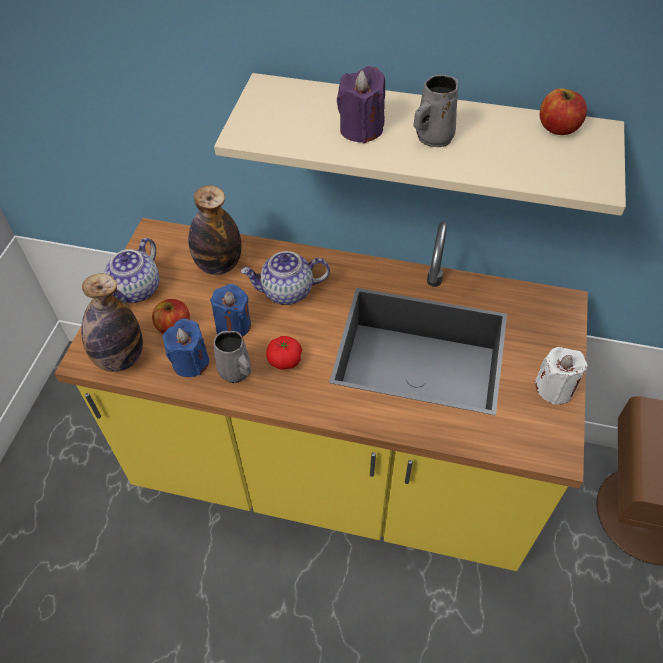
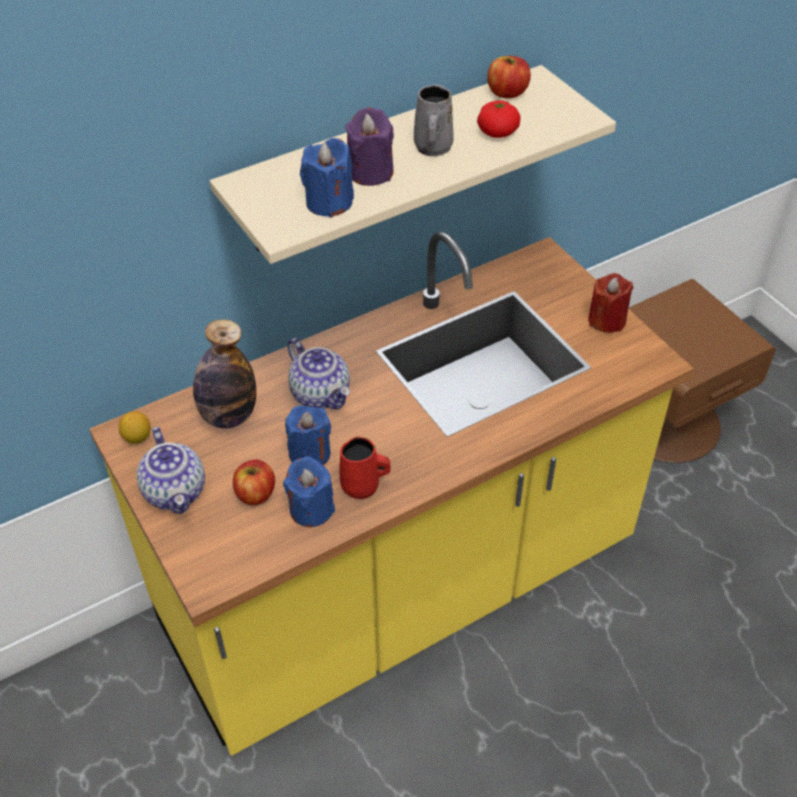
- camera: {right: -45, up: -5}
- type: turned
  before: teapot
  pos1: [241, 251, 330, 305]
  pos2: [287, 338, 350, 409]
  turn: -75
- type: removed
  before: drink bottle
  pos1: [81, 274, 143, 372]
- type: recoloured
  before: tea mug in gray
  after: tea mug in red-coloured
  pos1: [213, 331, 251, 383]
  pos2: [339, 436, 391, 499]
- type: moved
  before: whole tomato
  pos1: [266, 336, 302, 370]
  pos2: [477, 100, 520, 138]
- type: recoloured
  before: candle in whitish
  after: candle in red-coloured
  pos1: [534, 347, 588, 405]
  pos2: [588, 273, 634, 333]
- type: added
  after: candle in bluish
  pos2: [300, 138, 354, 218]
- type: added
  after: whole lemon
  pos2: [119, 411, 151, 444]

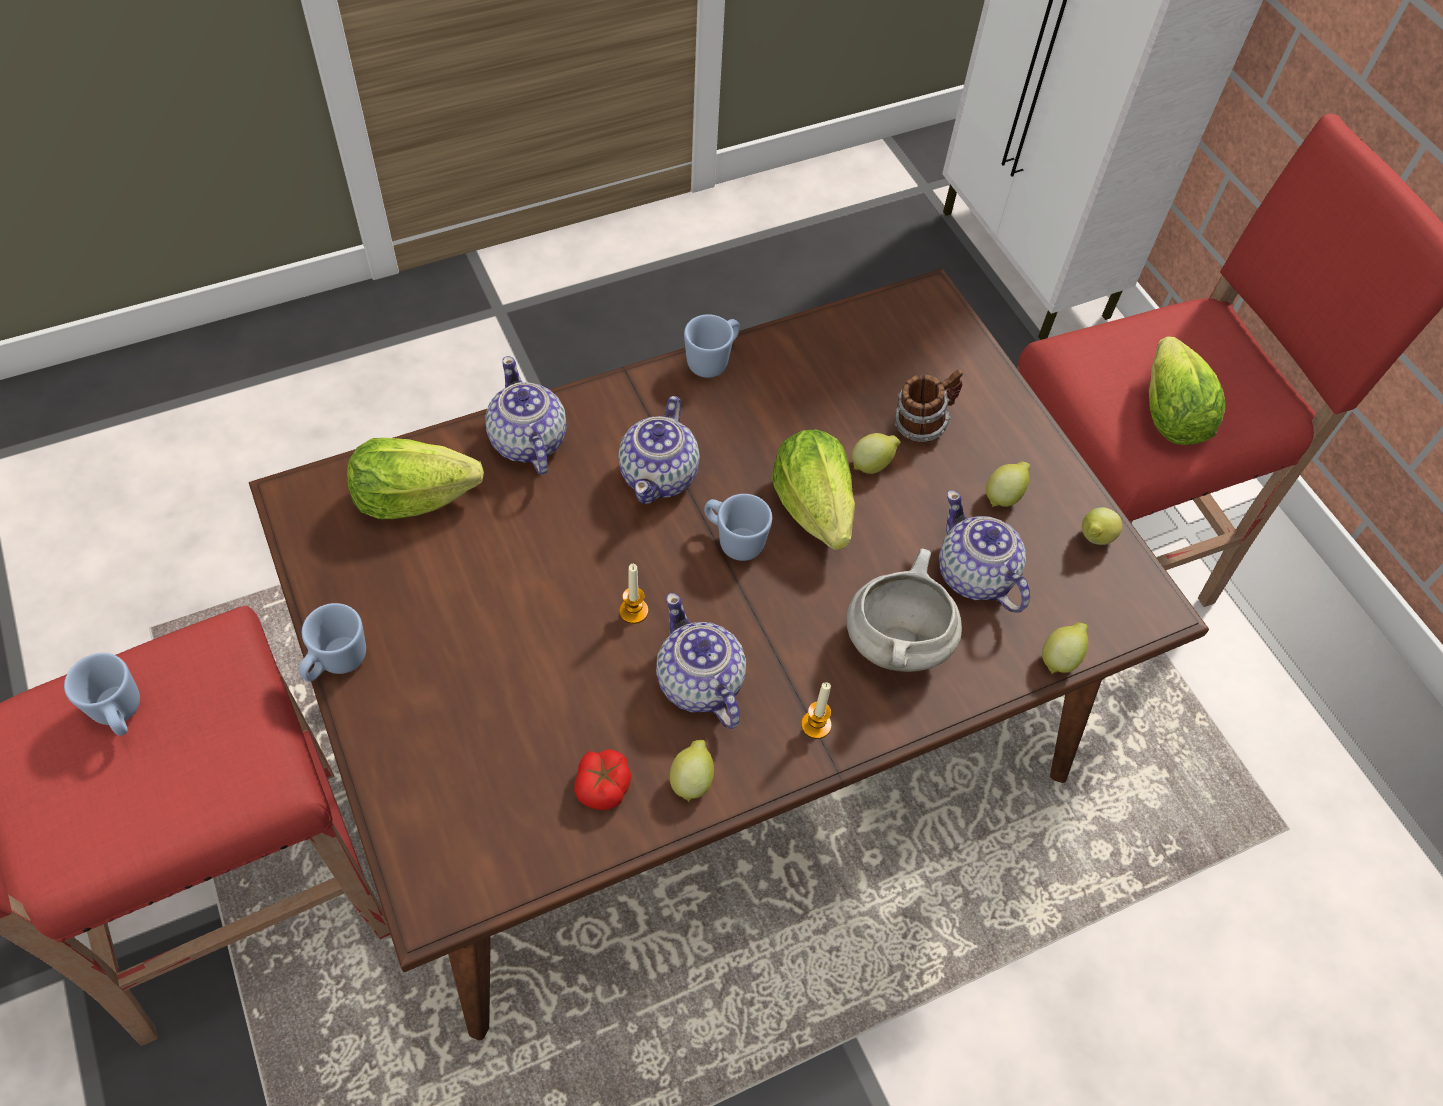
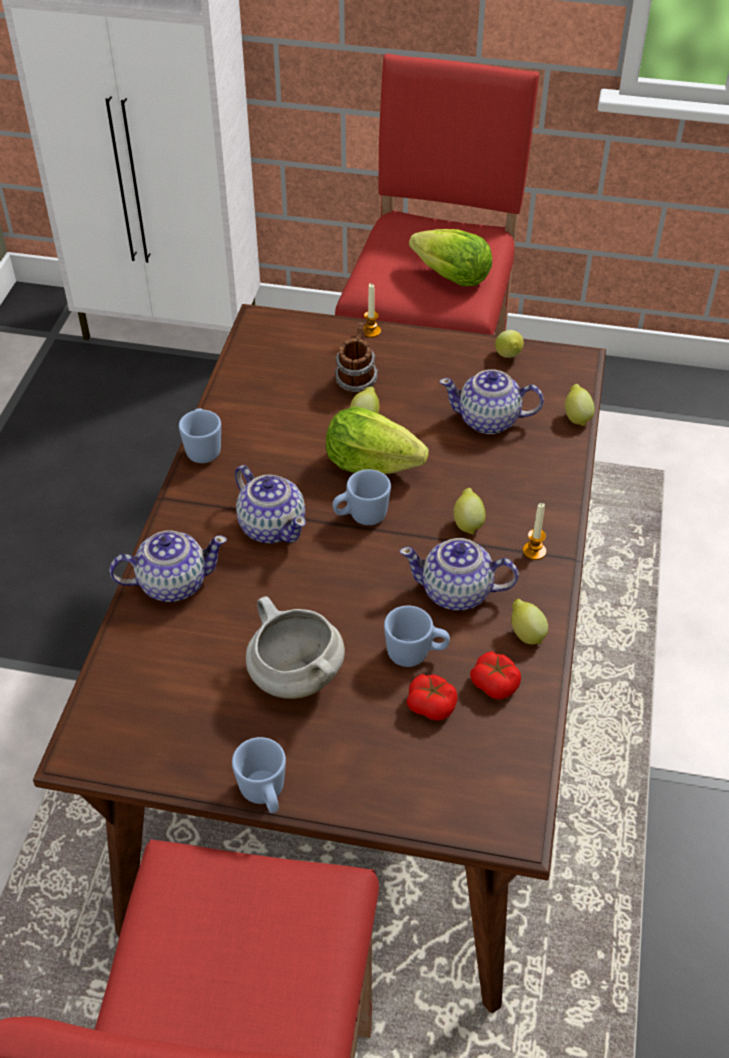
- camera: {right: -50, up: -10}
- type: turned
  before: teapot
  pos1: [485, 356, 567, 475]
  pos2: [109, 530, 227, 602]
  turn: 150
- type: removed
  before: head of lettuce
  pos1: [347, 438, 484, 519]
- type: moved
  before: whole lemon
  pos1: [986, 461, 1030, 507]
  pos2: [453, 488, 485, 535]
- type: moved
  before: saucepot in whitish
  pos1: [847, 548, 962, 672]
  pos2: [246, 597, 345, 699]
- type: moved
  before: candle
  pos1: [619, 564, 648, 624]
  pos2: [363, 283, 381, 338]
- type: moved
  before: tea mug in bluish
  pos1: [64, 653, 140, 736]
  pos2: [384, 606, 450, 667]
- type: added
  after: whole tomato
  pos2: [406, 674, 458, 721]

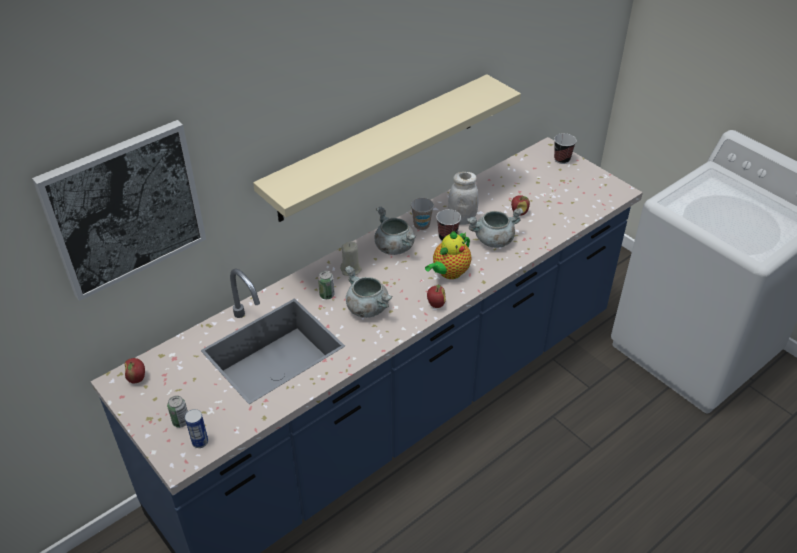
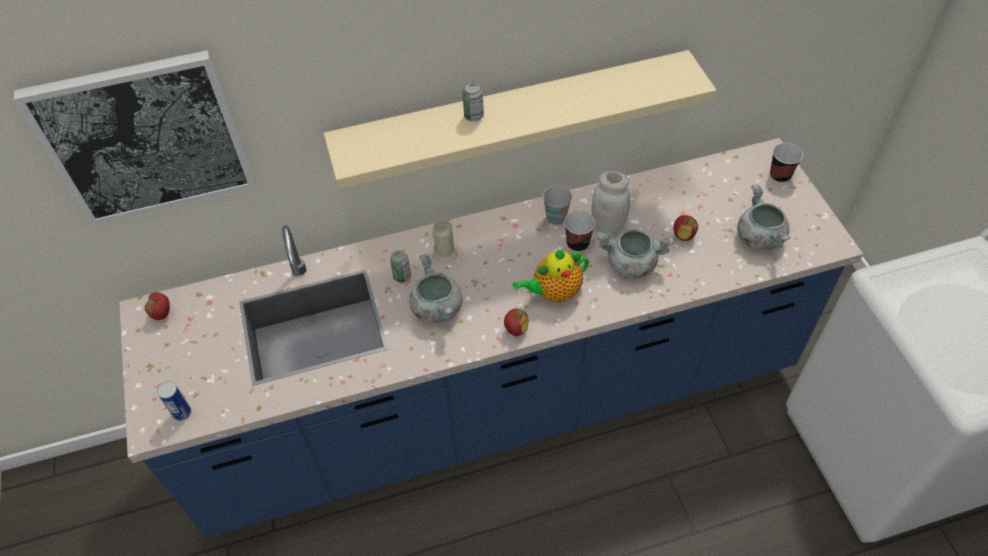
- camera: {right: 25, up: 10}
- type: moved
  before: saucepot in gray
  pos1: [374, 206, 416, 255]
  pos2: [737, 185, 791, 250]
- type: moved
  before: metal can
  pos1: [167, 396, 188, 428]
  pos2: [462, 82, 484, 122]

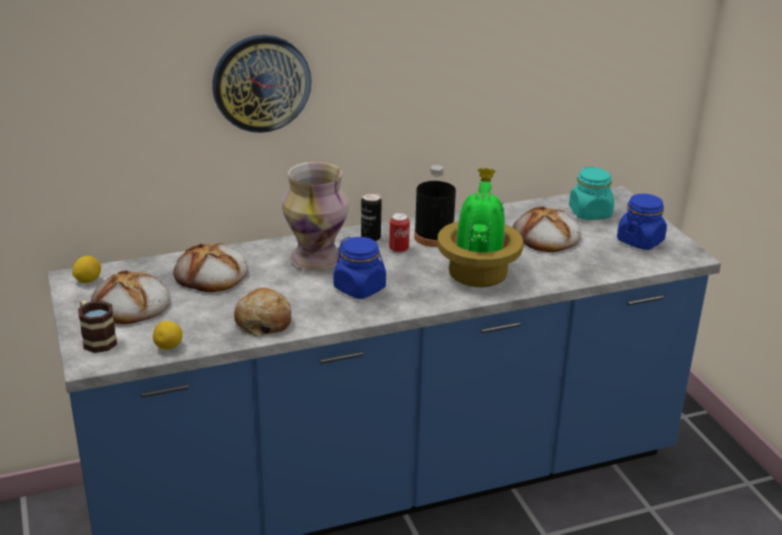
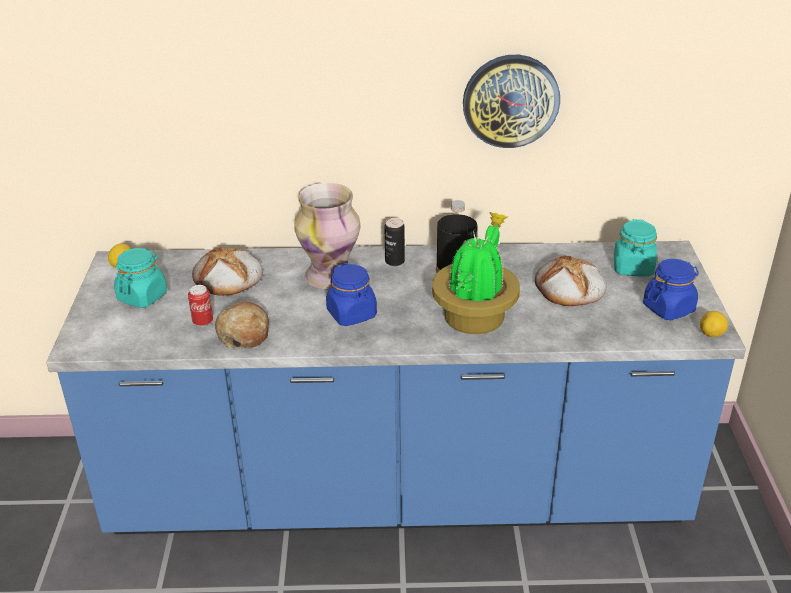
- camera: {right: 20, up: 5}
- type: moved
  before: hanging clock
  pos1: [212, 35, 311, 133]
  pos2: [463, 55, 560, 148]
- type: moved
  before: metal can
  pos1: [389, 213, 410, 253]
  pos2: [188, 285, 213, 327]
- type: replaced
  before: bread
  after: preserve jar in blue-green
  pos1: [91, 270, 170, 324]
  pos2: [114, 248, 167, 308]
- type: removed
  before: tea mug
  pos1: [78, 300, 117, 353]
- type: moved
  before: whole lemon
  pos1: [153, 321, 183, 349]
  pos2: [700, 311, 728, 337]

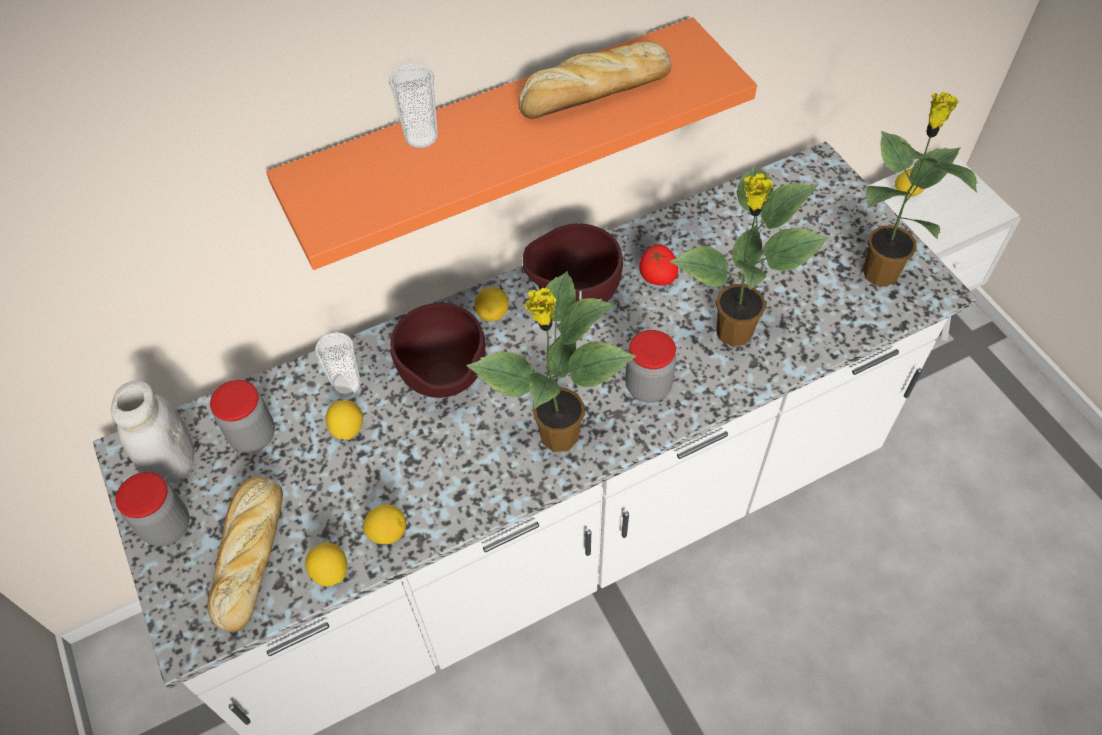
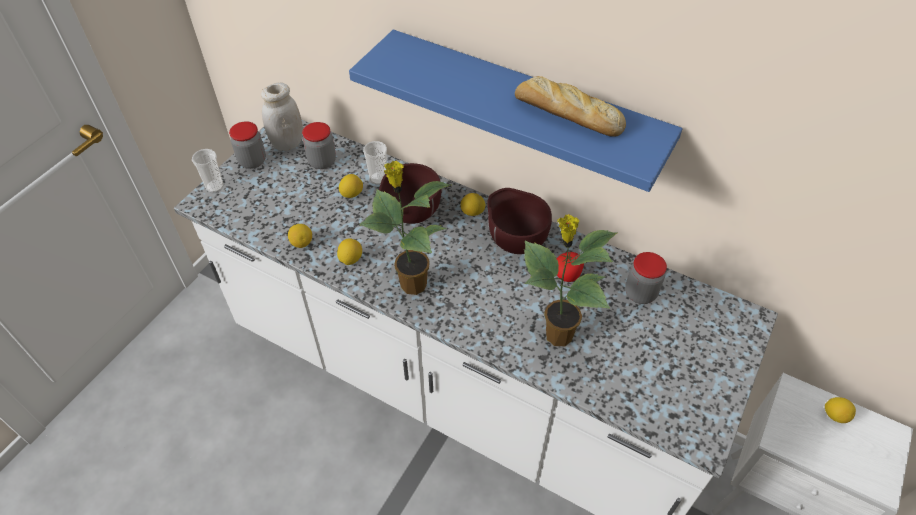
- camera: {right: 55, up: -5}
- type: recoloured
  before: bracket shelf in orangey
  after: bracket shelf in bluish
  pos1: [266, 17, 757, 270]
  pos2: [349, 30, 683, 192]
- type: moved
  before: cup
  pos1: [389, 63, 438, 148]
  pos2: [192, 149, 224, 193]
- type: removed
  before: houseplant
  pos1: [863, 92, 977, 287]
- type: moved
  before: preserve jar
  pos1: [625, 330, 676, 402]
  pos2: [625, 252, 667, 304]
- type: removed
  before: bread
  pos1: [207, 477, 283, 632]
- type: moved
  before: whole lemon
  pos1: [305, 542, 347, 587]
  pos2: [337, 238, 362, 265]

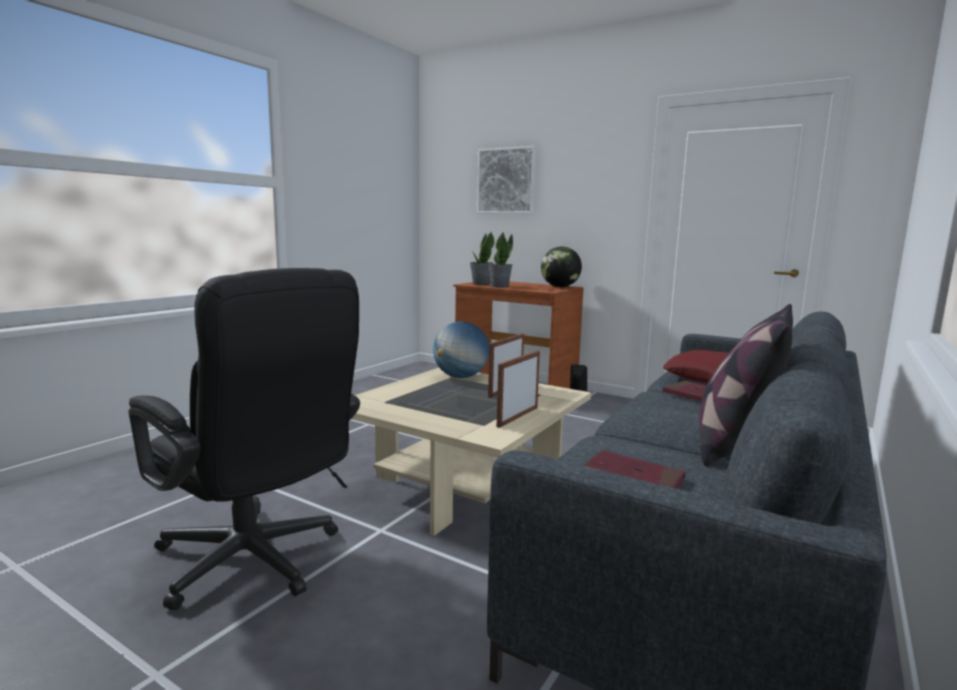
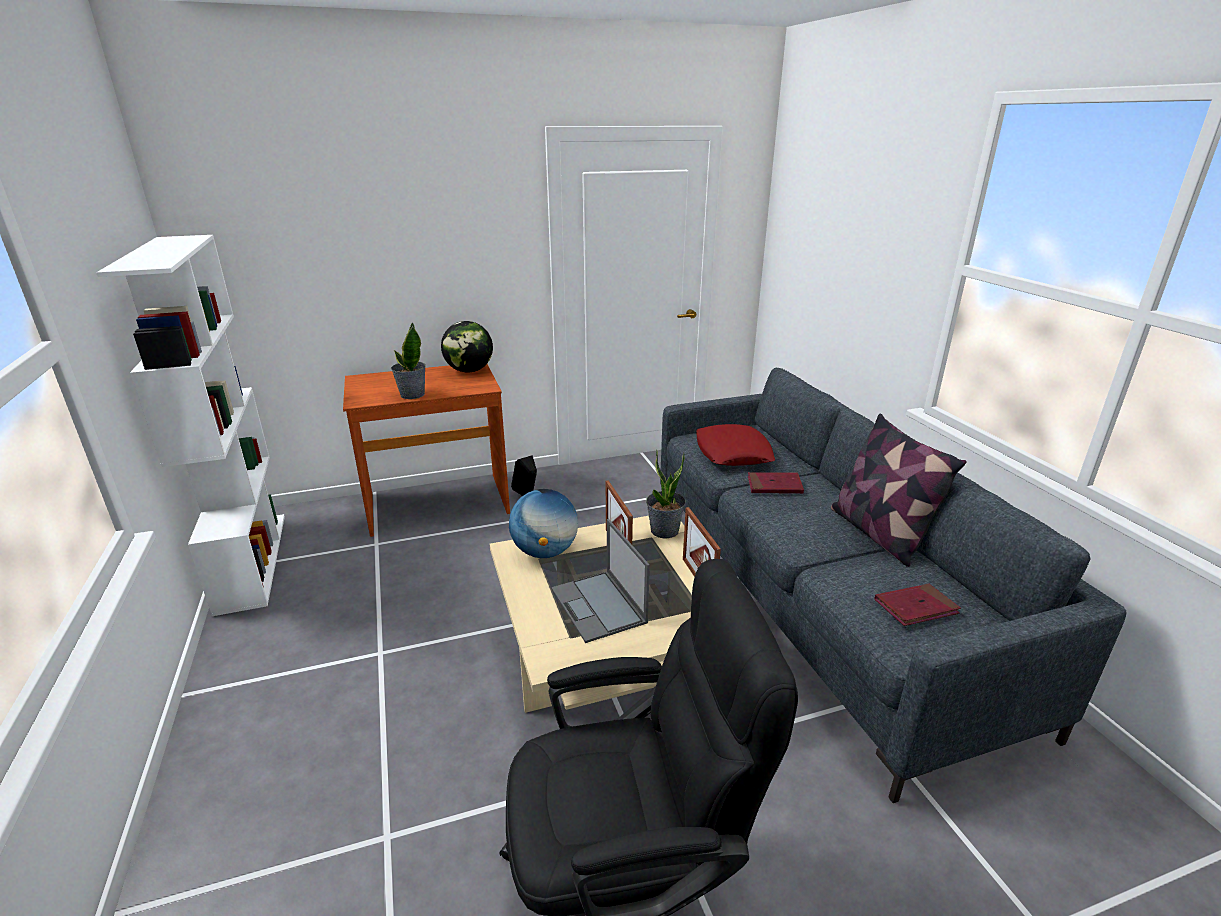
- camera: {right: -50, up: 15}
- type: removed
  before: picture
  pos1: [477, 146, 536, 214]
- type: moved
  before: houseplant
  pos1: [470, 232, 494, 285]
  pos2: [646, 450, 686, 538]
- type: added
  after: shelving unit in whitish
  pos2: [96, 235, 285, 616]
- type: added
  after: laptop
  pos2: [551, 519, 650, 643]

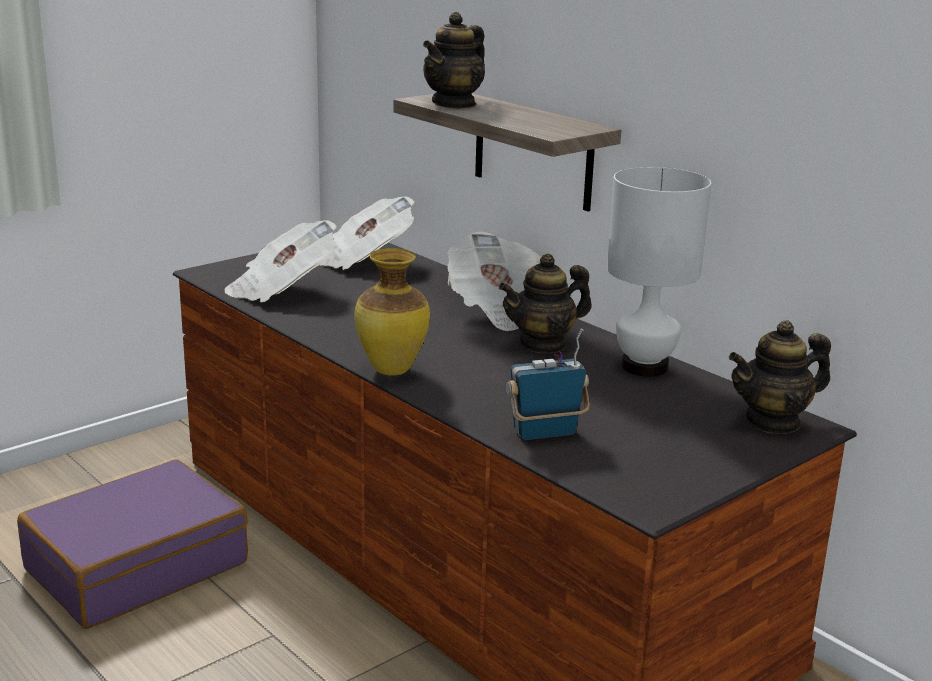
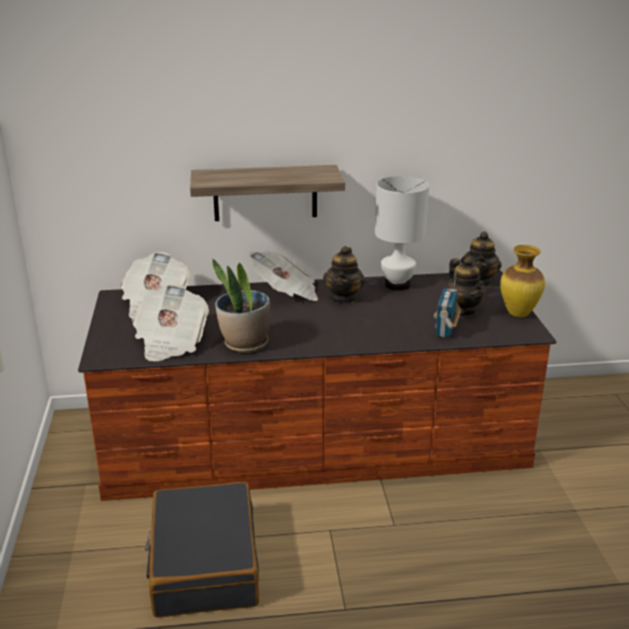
- camera: {right: -55, up: 5}
- type: moved
  before: teapot
  pos1: [423, 12, 485, 109]
  pos2: [445, 257, 486, 316]
- type: moved
  before: vase
  pos1: [355, 248, 430, 376]
  pos2: [500, 245, 545, 317]
- type: recoloured
  before: travel case in purplish
  after: travel case in blackish
  pos1: [17, 459, 248, 629]
  pos2: [145, 482, 259, 617]
- type: added
  after: houseplant
  pos2: [212, 259, 270, 353]

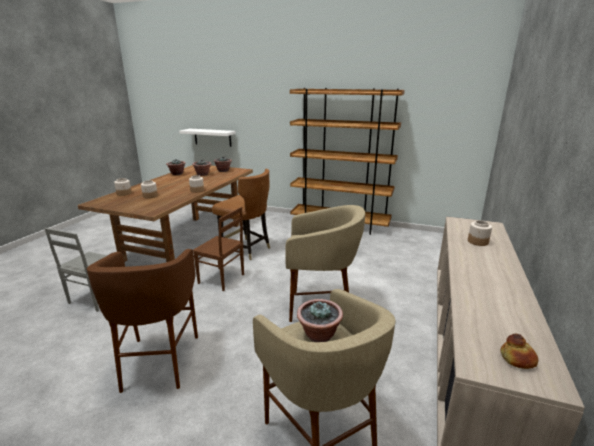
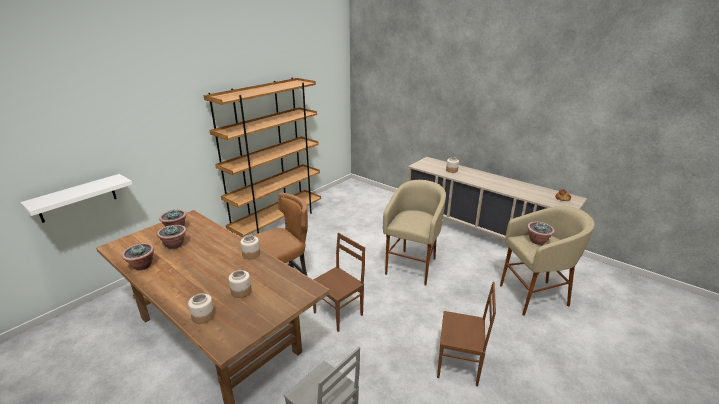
- camera: {right: -70, up: 5}
- type: replaced
  before: sitting stool in brownish
  after: upright chair in brownish
  pos1: [87, 249, 198, 393]
  pos2: [437, 282, 496, 386]

